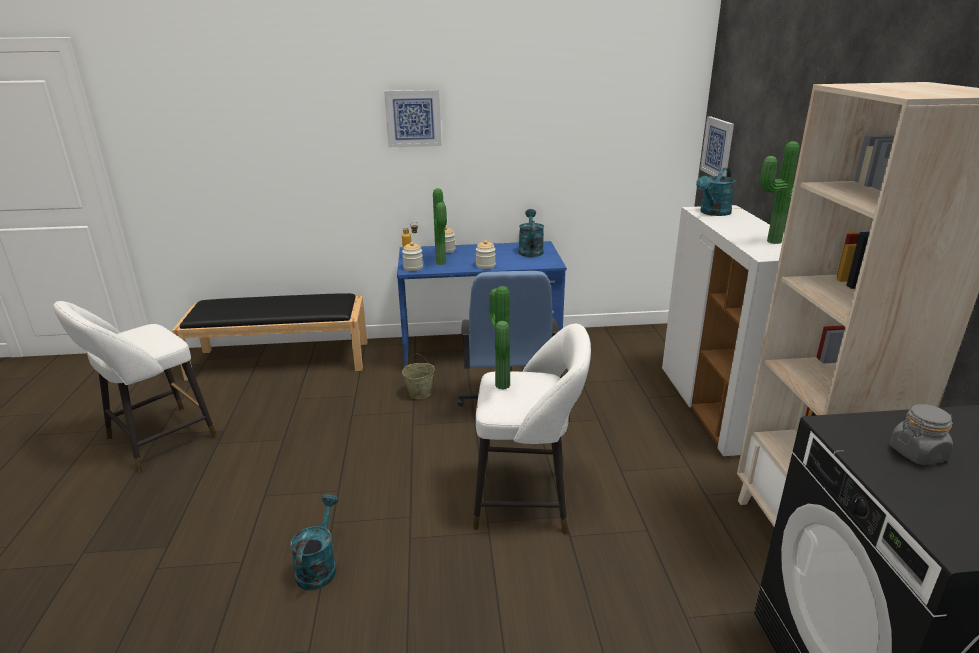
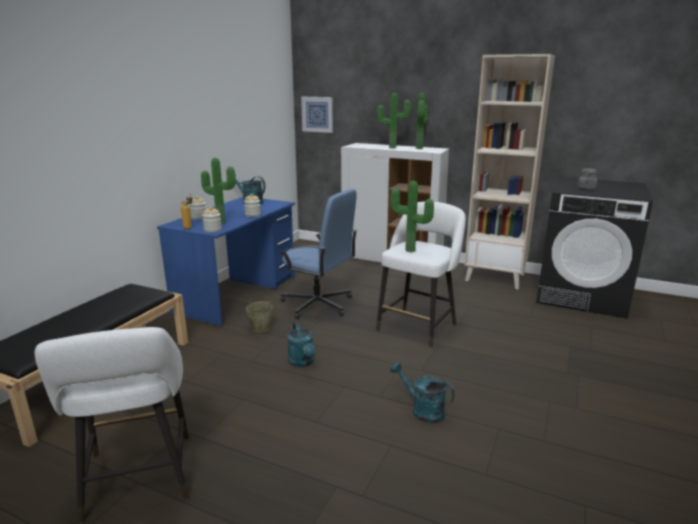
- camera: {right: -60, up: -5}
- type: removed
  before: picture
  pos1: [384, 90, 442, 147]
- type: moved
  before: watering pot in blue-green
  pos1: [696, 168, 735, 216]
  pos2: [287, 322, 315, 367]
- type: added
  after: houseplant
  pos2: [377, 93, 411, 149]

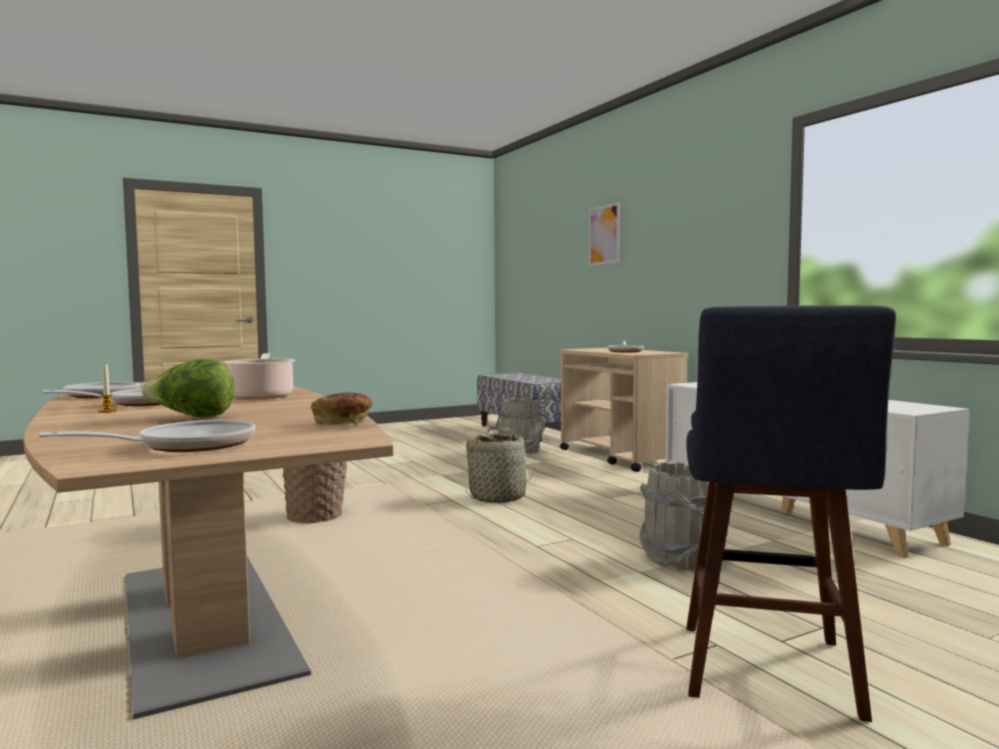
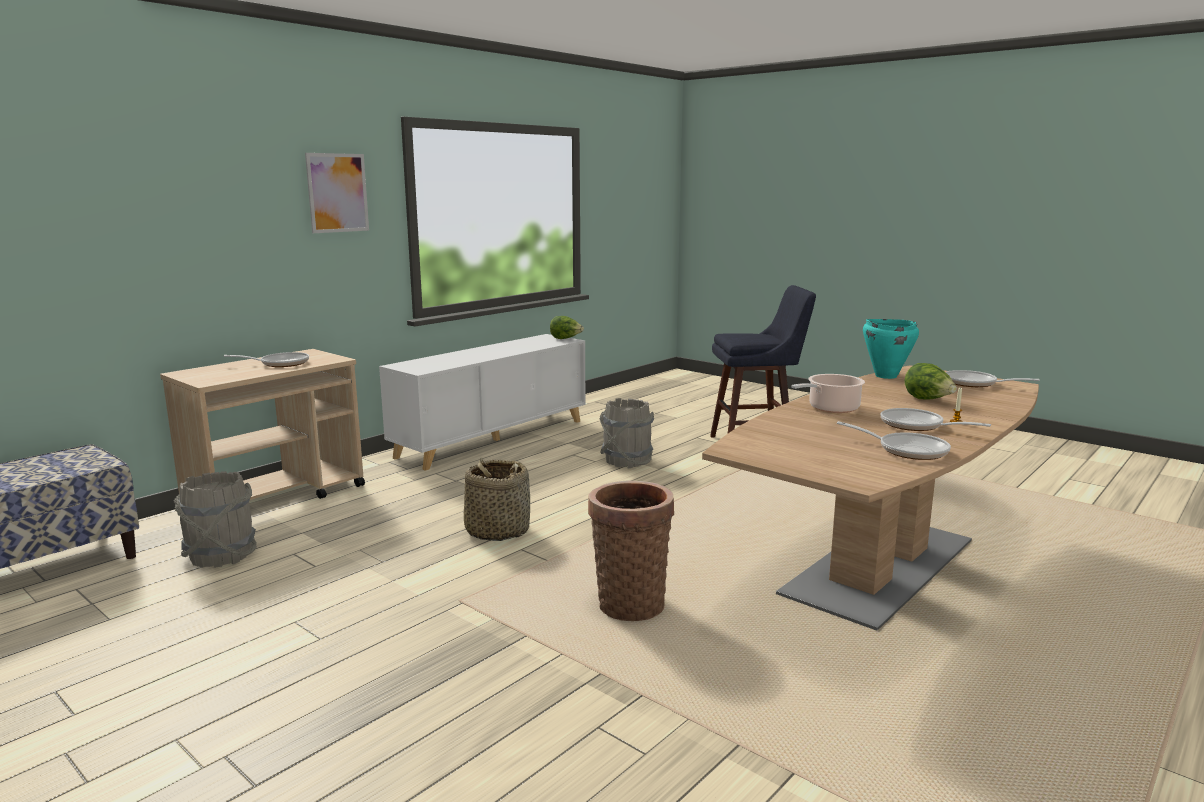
- camera: {right: -110, up: 10}
- type: moved
  before: picture
  pos1: [589, 202, 620, 266]
  pos2: [305, 153, 369, 233]
- type: replaced
  before: bread
  after: saucepot in blue-green
  pos1: [311, 392, 373, 425]
  pos2: [863, 319, 919, 379]
- type: added
  after: head of lettuce
  pos2: [550, 316, 584, 339]

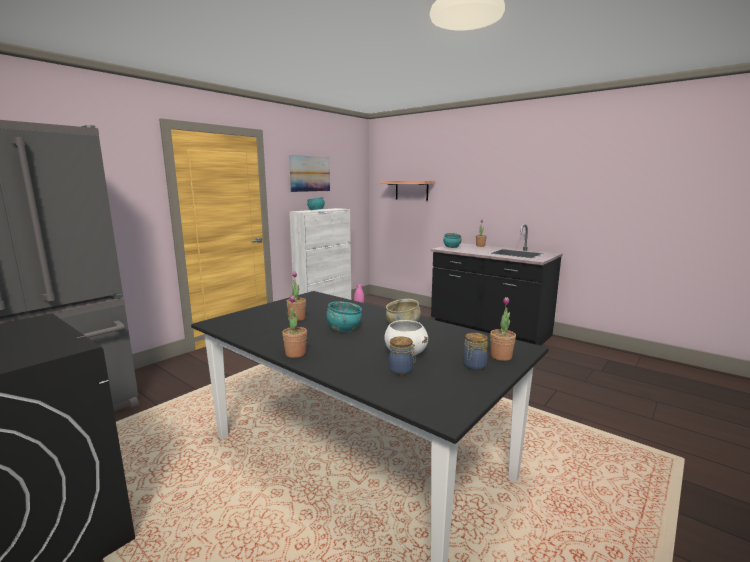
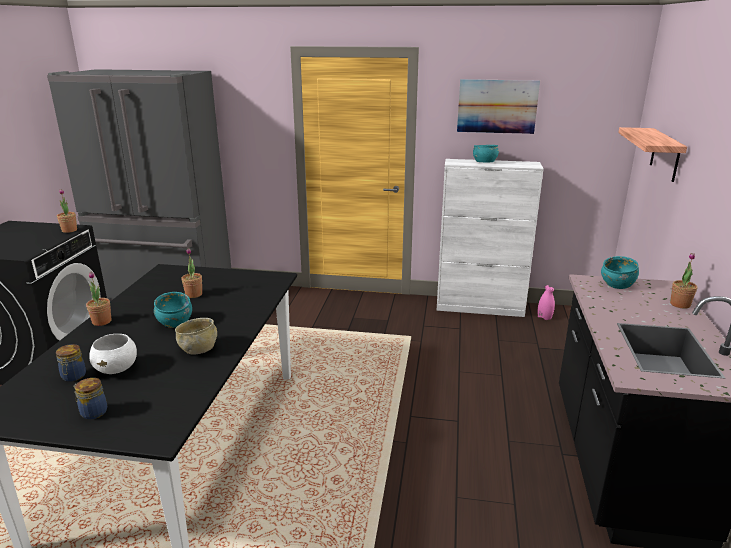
- camera: {right: 60, up: 10}
- type: moved
  before: houseplant
  pos1: [490, 297, 516, 361]
  pos2: [57, 189, 77, 233]

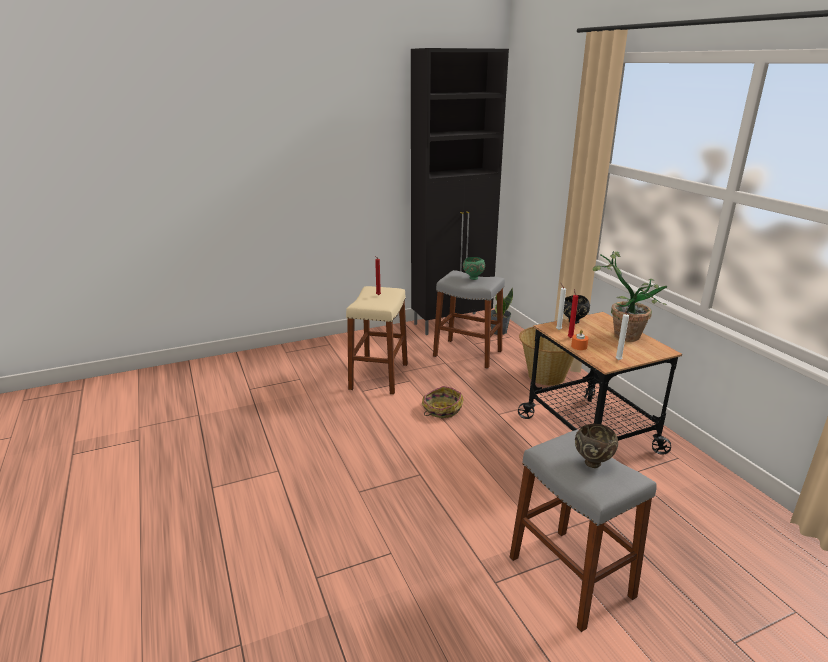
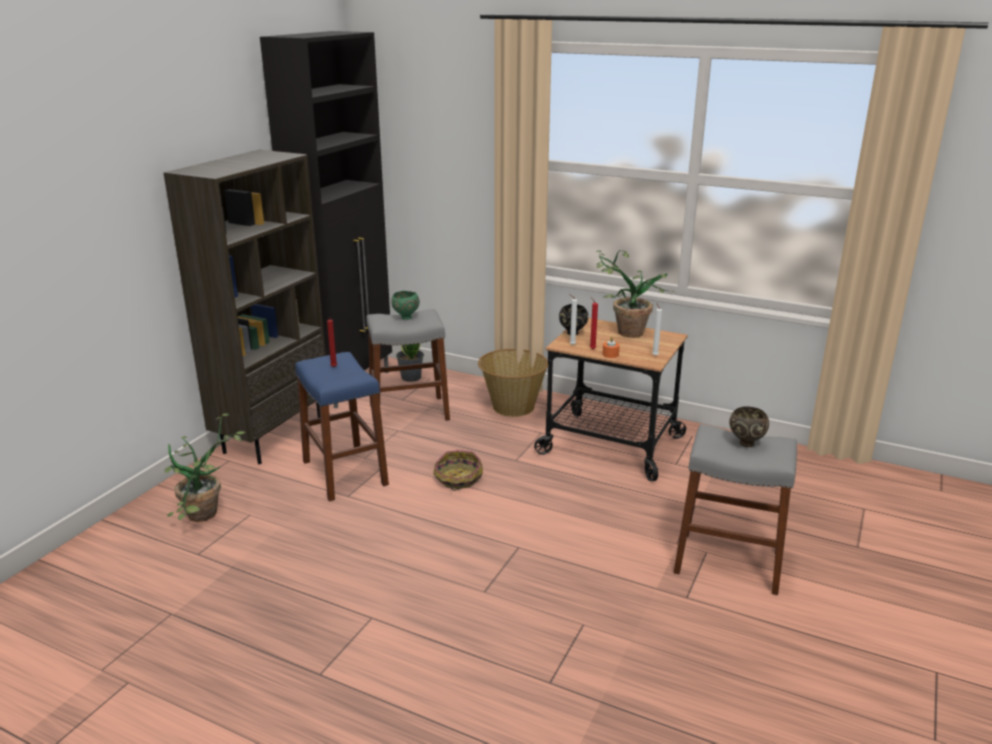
- camera: {right: -40, up: 0}
- type: recoloured
  before: sitting stool in beige
  after: sitting stool in bluish
  pos1: [346, 286, 408, 395]
  pos2: [295, 352, 389, 501]
- type: added
  after: shelving unit in brownish
  pos2: [163, 150, 326, 464]
- type: added
  after: houseplant
  pos2: [164, 413, 245, 522]

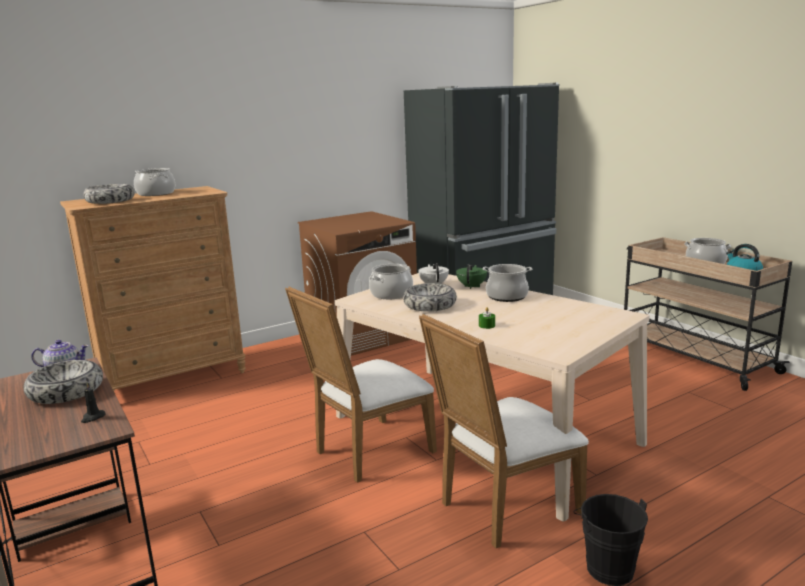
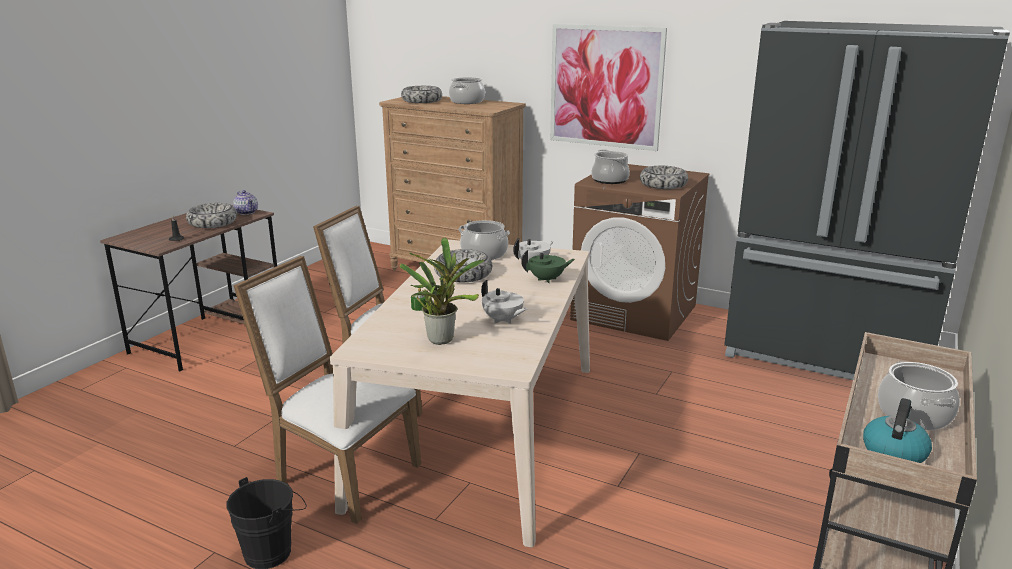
- camera: {right: 60, up: 5}
- type: moved
  before: saucepot
  pos1: [482, 264, 533, 302]
  pos2: [591, 149, 630, 184]
- type: added
  after: picture
  pos2: [550, 24, 667, 151]
- type: added
  after: serving bowl
  pos2: [640, 166, 688, 189]
- type: added
  after: houseplant
  pos2: [400, 238, 485, 345]
- type: added
  after: teapot in whitish
  pos2: [481, 280, 527, 324]

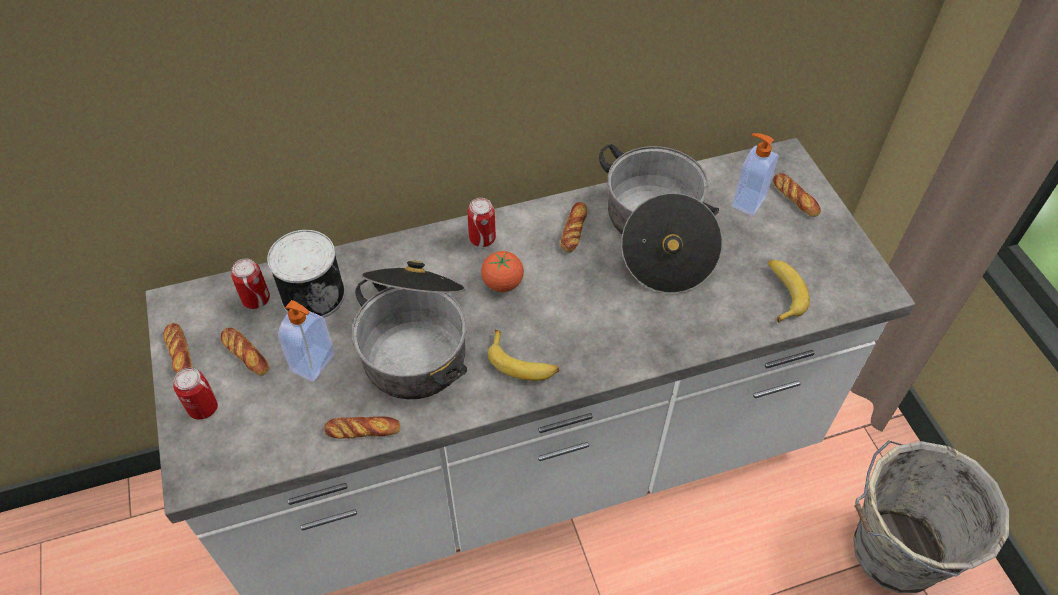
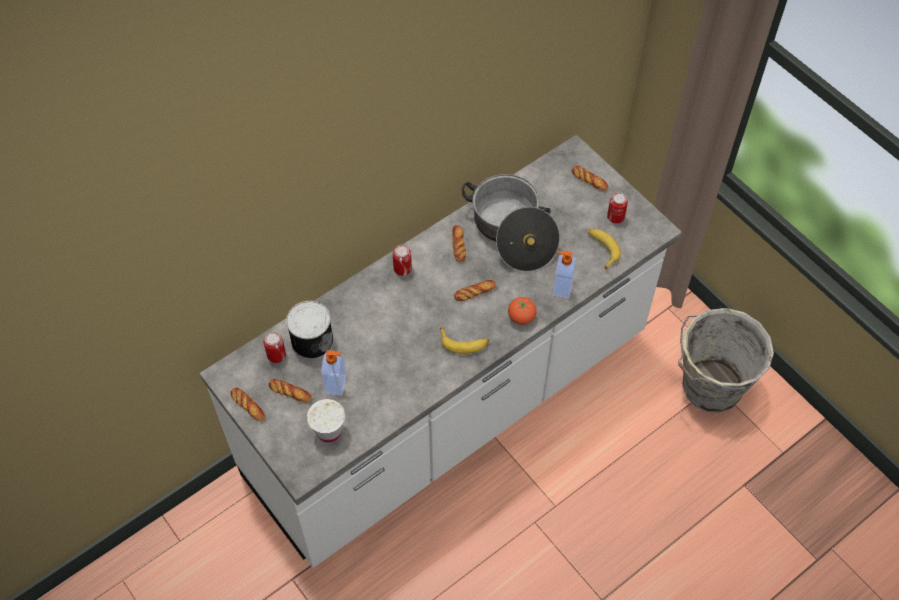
- camera: {right: -20, up: 5}
- type: moved
  before: liquid soap bottle
  pos1: [732, 133, 778, 216]
  pos2: [553, 251, 576, 299]
- type: moved
  before: whole tomato
  pos1: [481, 251, 524, 292]
  pos2: [508, 297, 537, 325]
- type: removed
  before: saucepot
  pos1: [352, 261, 467, 399]
- type: moved
  before: metal can
  pos1: [173, 368, 218, 420]
  pos2: [607, 192, 628, 223]
- type: moved
  before: bread
  pos1: [324, 417, 401, 439]
  pos2: [454, 280, 496, 301]
- type: added
  after: cup in whitish
  pos2: [307, 399, 345, 442]

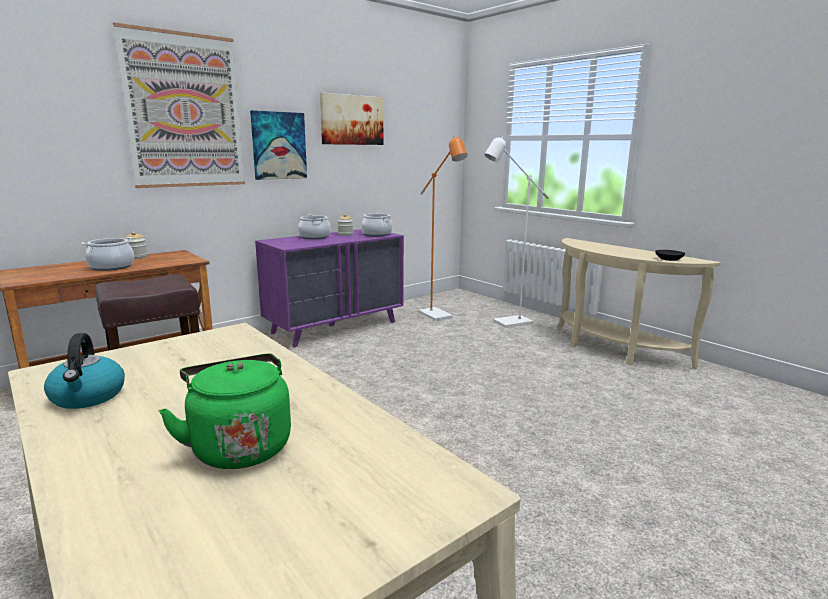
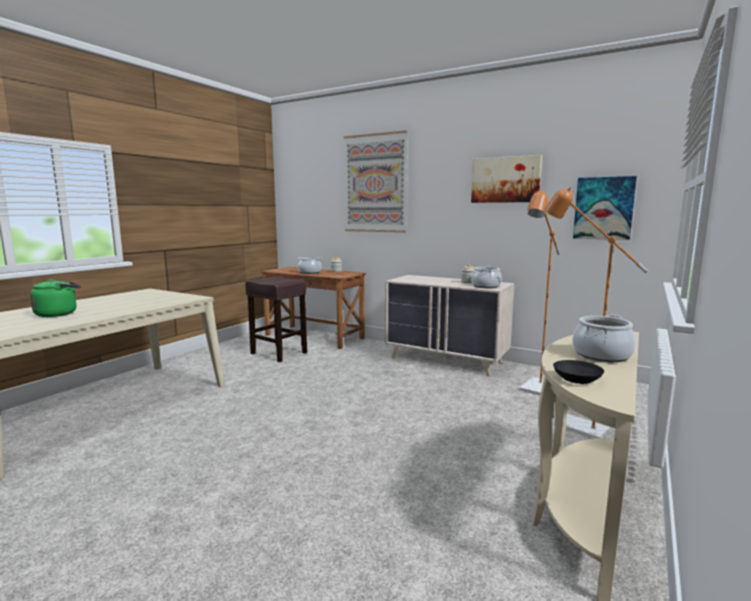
- camera: {right: 70, up: -5}
- type: moved
  before: picture
  pos1: [250, 110, 307, 180]
  pos2: [573, 176, 637, 240]
- type: recoloured
  before: standard lamp in whitish
  after: standard lamp in orangey
  pos1: [484, 136, 549, 328]
  pos2: [544, 187, 648, 439]
- type: moved
  before: saucepot
  pos1: [298, 214, 331, 239]
  pos2: [572, 314, 636, 362]
- type: recoloured
  before: drawer chest in purplish
  after: drawer chest in beige
  pos1: [255, 229, 404, 347]
  pos2: [385, 275, 515, 376]
- type: removed
  before: tea kettle
  pos1: [44, 333, 125, 409]

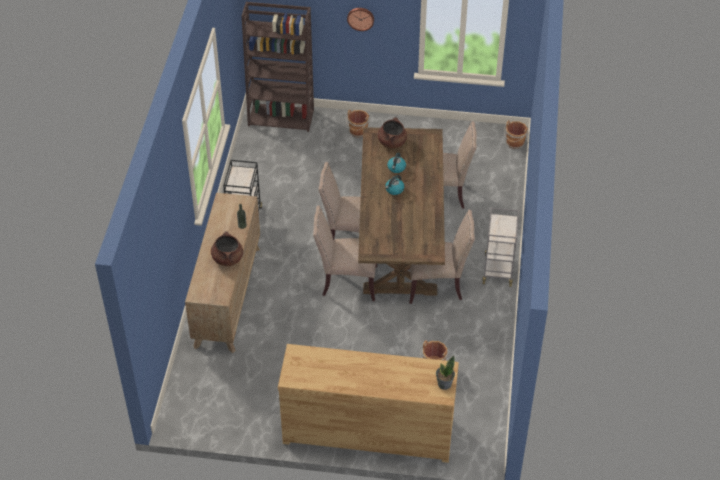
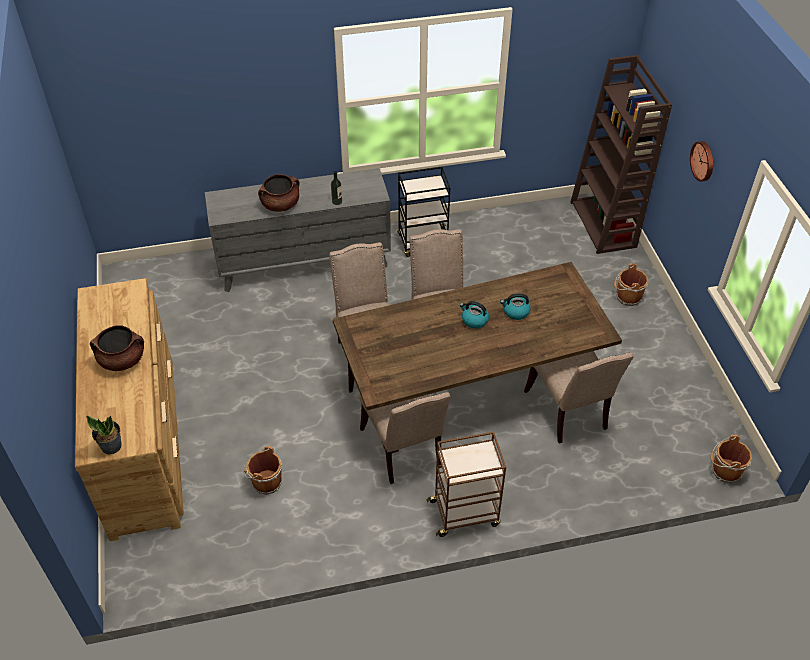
- camera: {right: 70, up: 0}
- type: moved
  before: saucepot in brownish
  pos1: [378, 117, 407, 149]
  pos2: [90, 325, 144, 371]
- type: recoloured
  before: drawer chest in brownish
  after: drawer chest in gray
  pos1: [185, 193, 260, 353]
  pos2: [205, 168, 391, 292]
- type: recoloured
  before: wheeled cart in gray
  after: wheeled cart in brownish
  pos1: [482, 208, 519, 287]
  pos2: [427, 432, 506, 537]

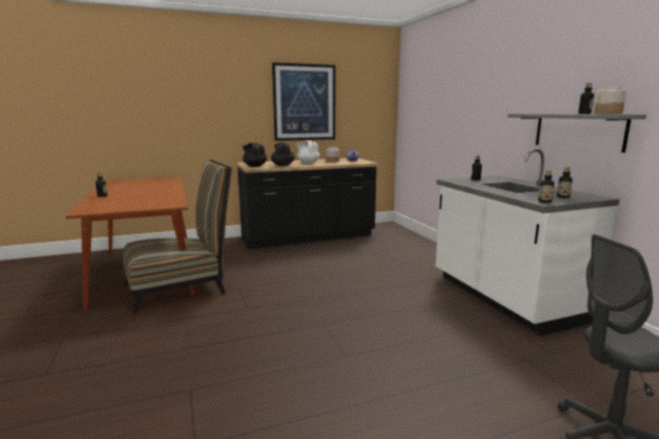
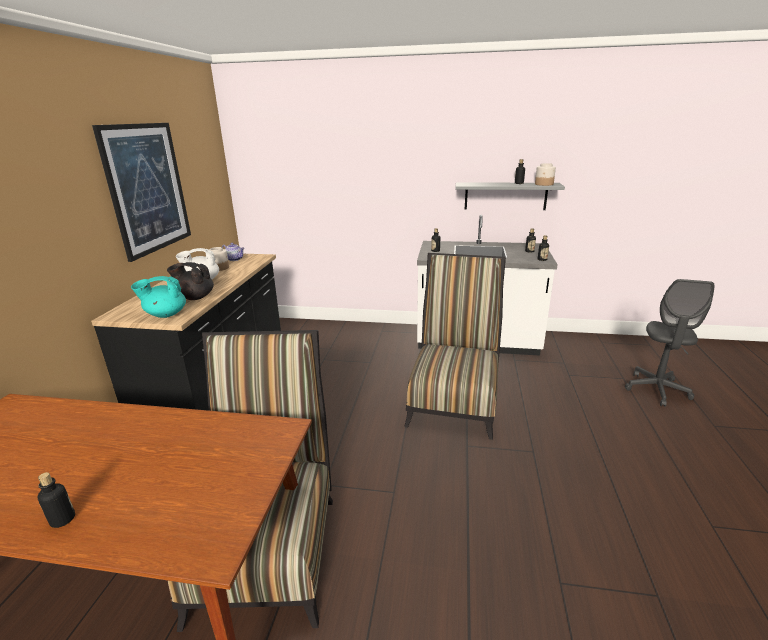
- camera: {right: -60, up: 10}
- type: recoloured
  before: teapot in blackish
  after: teapot in blue-green
  pos1: [242, 143, 267, 167]
  pos2: [131, 276, 186, 318]
- type: added
  after: upright chair
  pos2: [404, 253, 506, 440]

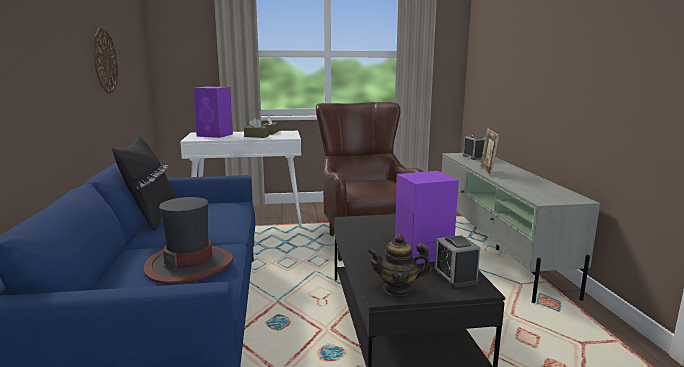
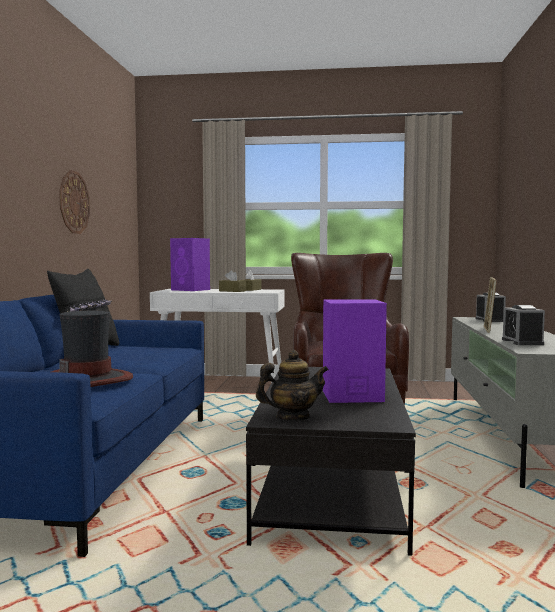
- camera: {right: 15, up: -10}
- type: turned
  before: teapot
  pos1: [367, 234, 432, 296]
  pos2: [256, 350, 329, 421]
  turn: 150
- type: moved
  before: alarm clock
  pos1: [434, 235, 480, 288]
  pos2: [502, 305, 545, 345]

